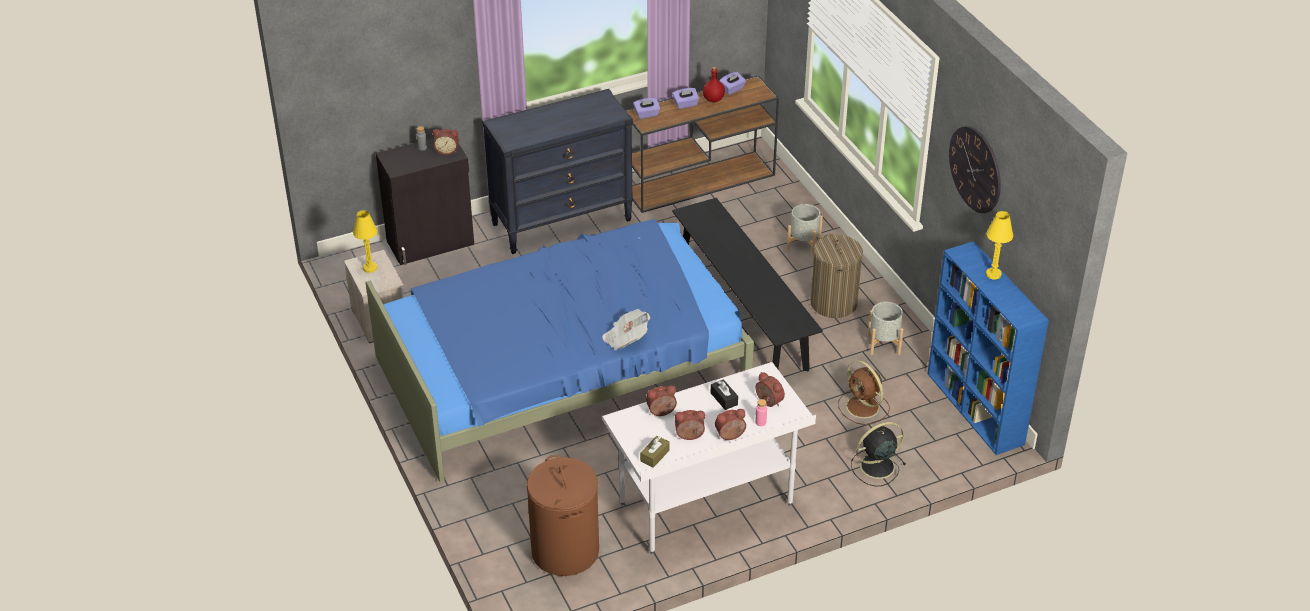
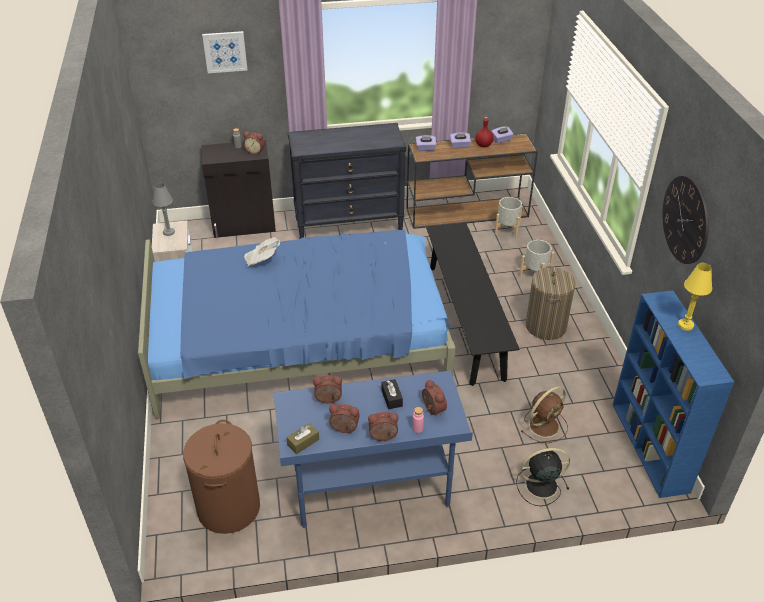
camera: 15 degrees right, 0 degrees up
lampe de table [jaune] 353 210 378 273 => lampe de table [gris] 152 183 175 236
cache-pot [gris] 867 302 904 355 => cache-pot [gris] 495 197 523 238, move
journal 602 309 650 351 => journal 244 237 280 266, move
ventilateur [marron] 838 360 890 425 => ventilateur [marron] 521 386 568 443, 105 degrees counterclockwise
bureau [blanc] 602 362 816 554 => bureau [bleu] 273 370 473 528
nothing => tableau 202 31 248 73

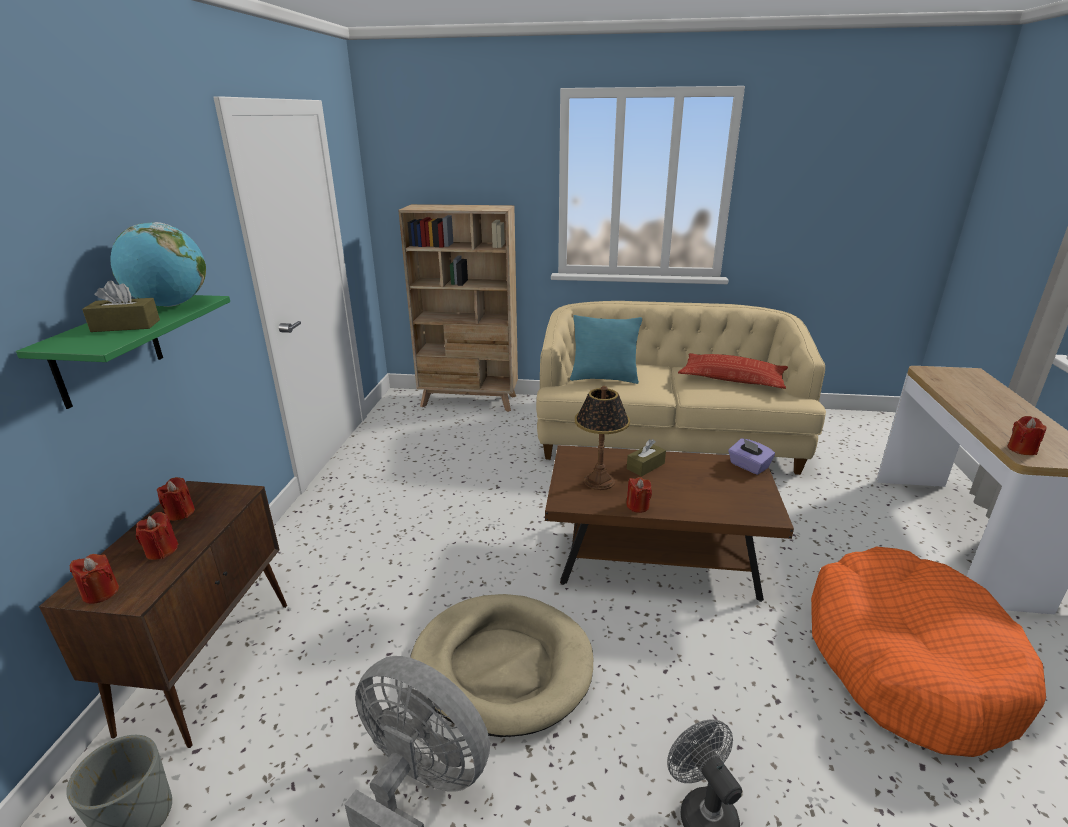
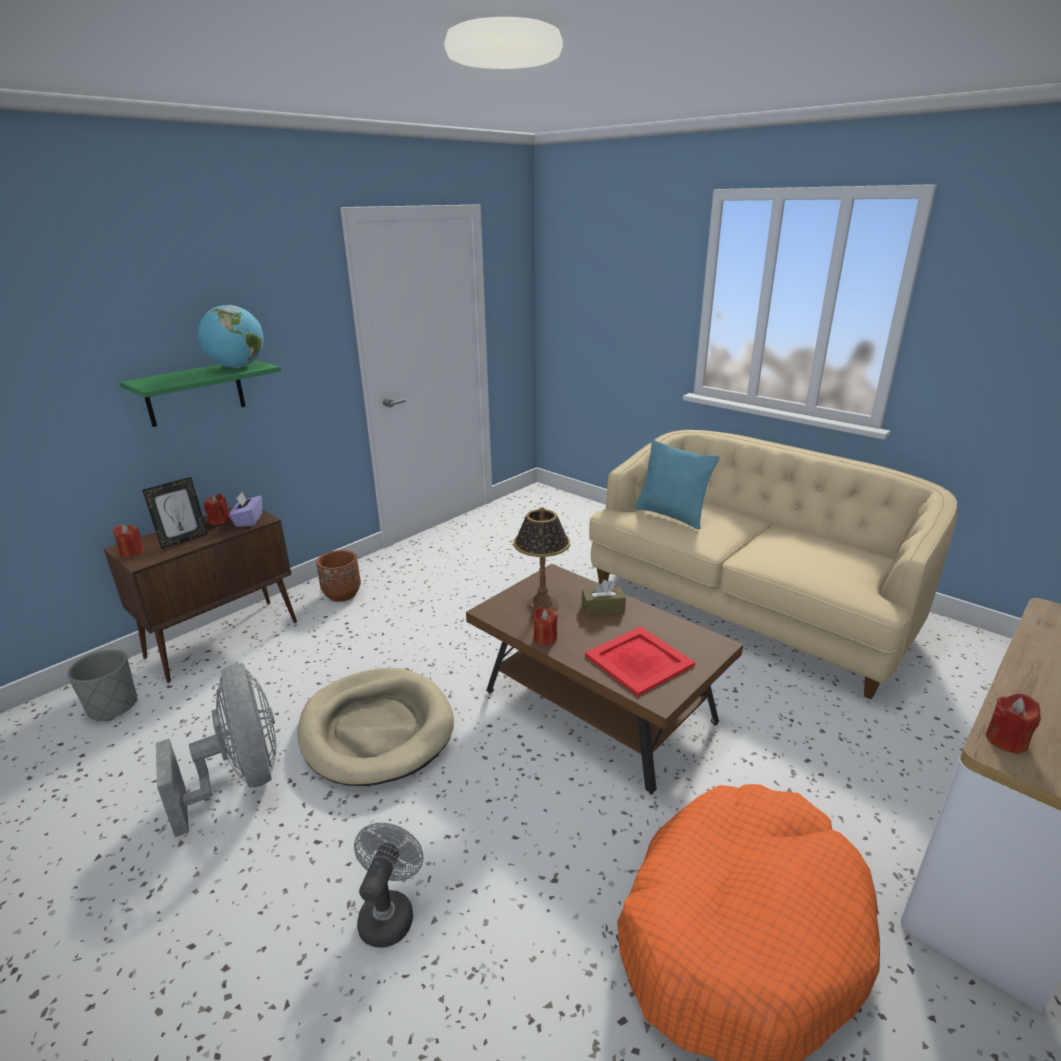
camera: 35 degrees right, 0 degrees up
bibliothèque [beige] 398 204 518 412 => nothing
boîte à mouchoirs [marron] 82 280 160 332 => nothing
coussin 678 353 788 389 => nothing
boîte à mouchoirs [violet] 728 439 775 475 => boîte à mouchoirs [violet] 229 492 262 527, move
bougie [rouge] 136 512 178 560 => cadre photo 142 477 208 549
nothing => cache-pot [marron] 316 550 361 602
nothing => plateau [rouge] 585 627 695 696

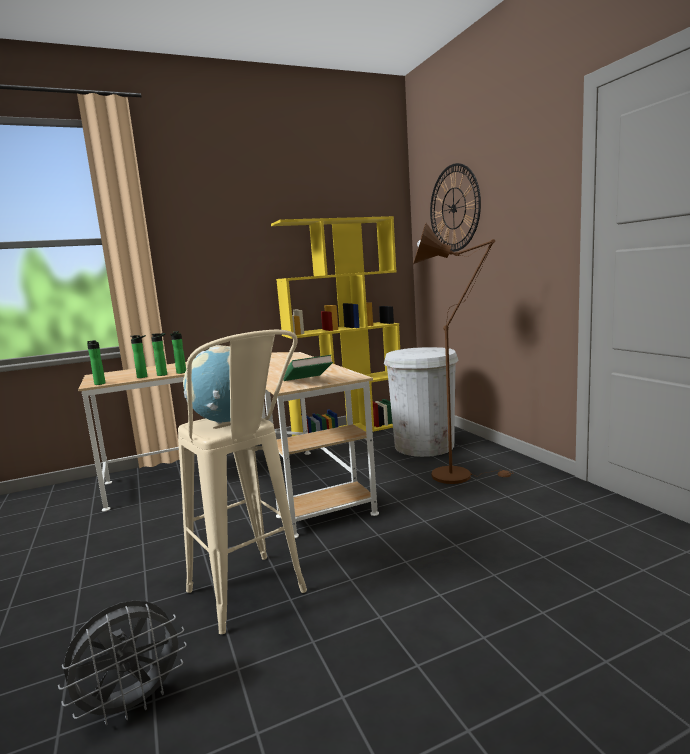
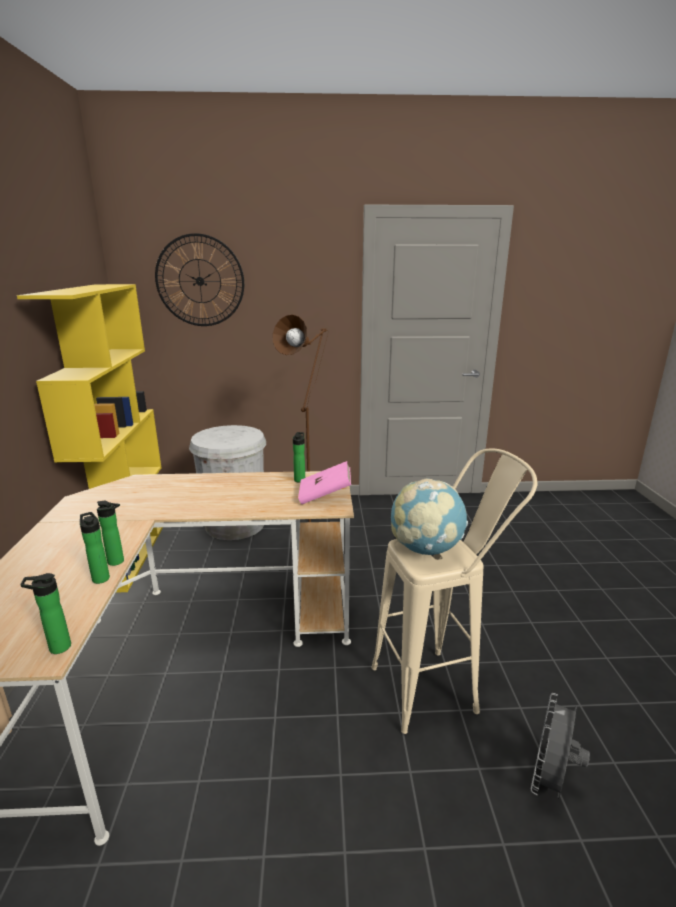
camera: 70 degrees left, 10 degrees up
bouteille 130 335 147 378 => bouteille 293 432 305 483, move
livre [vert] 283 355 333 381 => livre [rose] 298 461 351 504
ventilateur [gris] 58 600 187 726 => ventilateur [gris] 531 693 590 799, 135 degrees counterclockwise

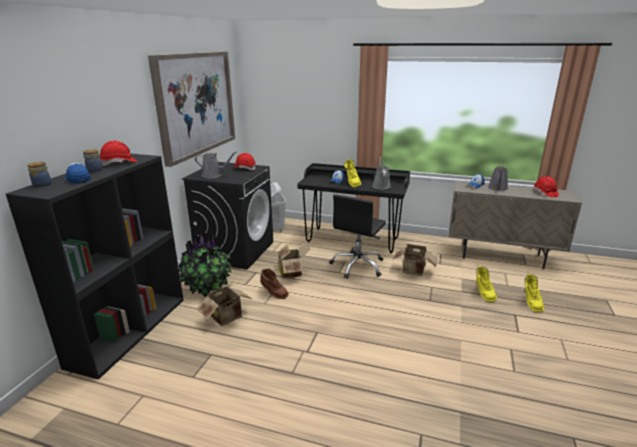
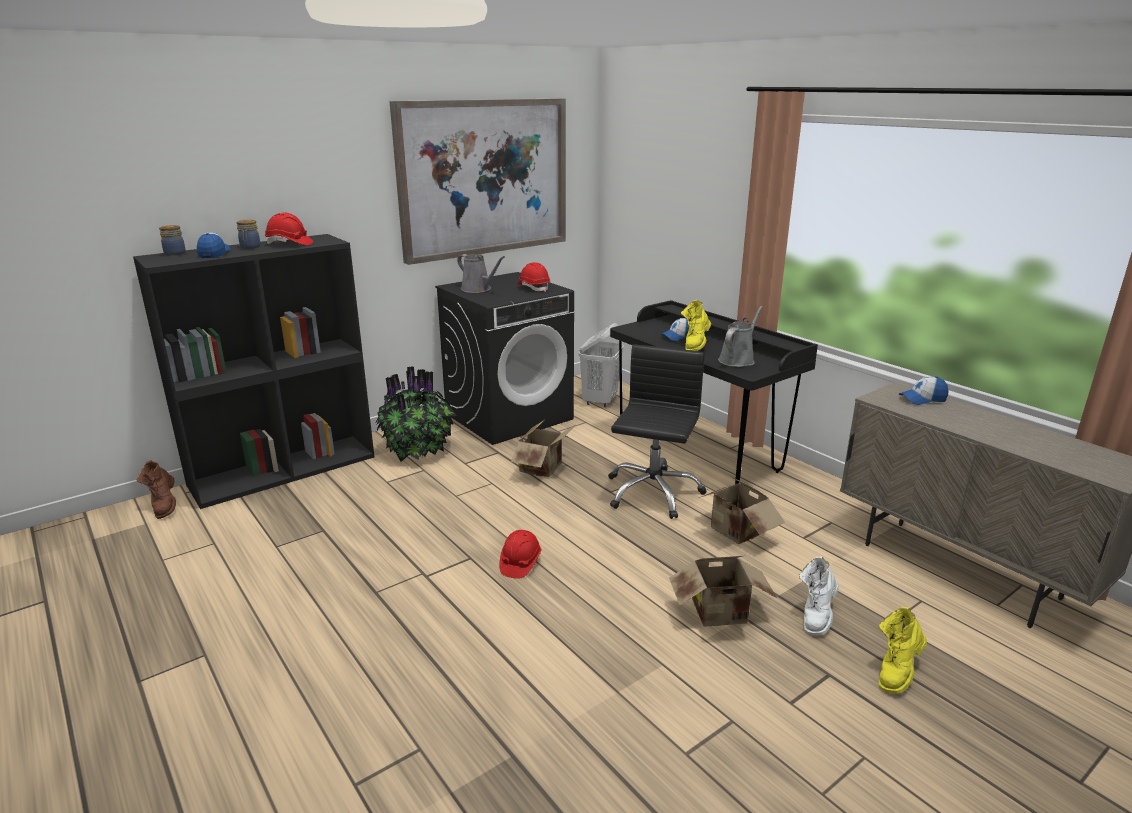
camera: 35 degrees right, 0 degrees up
arrosoir [gris] 488 166 508 191 => nothing
casque de chantier [rouge] 534 176 559 197 => casque de chantier [rouge] 499 530 541 579, move
chaise de bureau [noir] 329 194 386 279 => chaise de bureau [noir] 608 345 707 519, 135 degrees clockwise
botte [jaune] 476 266 497 302 => botte [blanc] 799 556 839 635
botte [marron] 260 268 289 299 => botte [marron] 137 460 176 519, move
carton 197 284 252 326 => carton 669 556 777 627, move

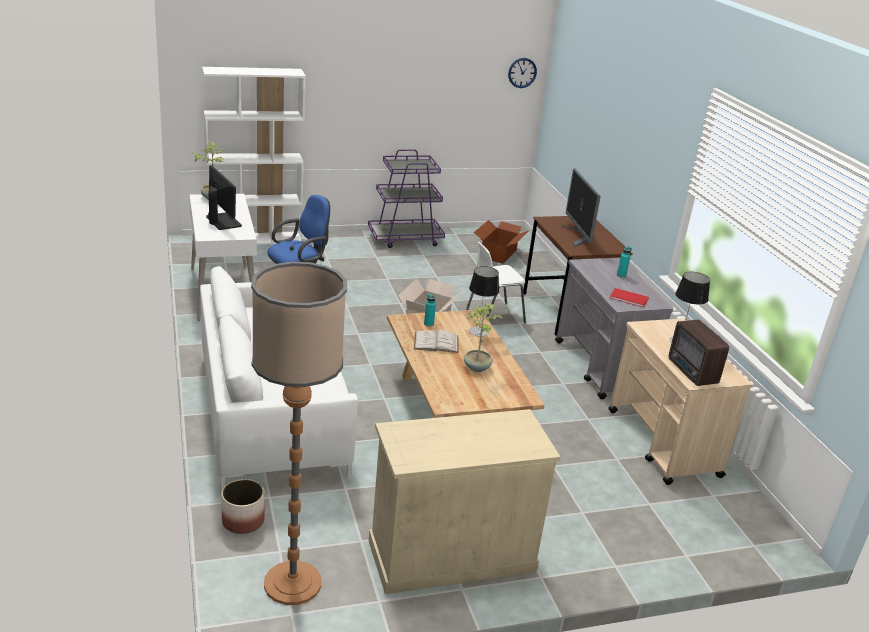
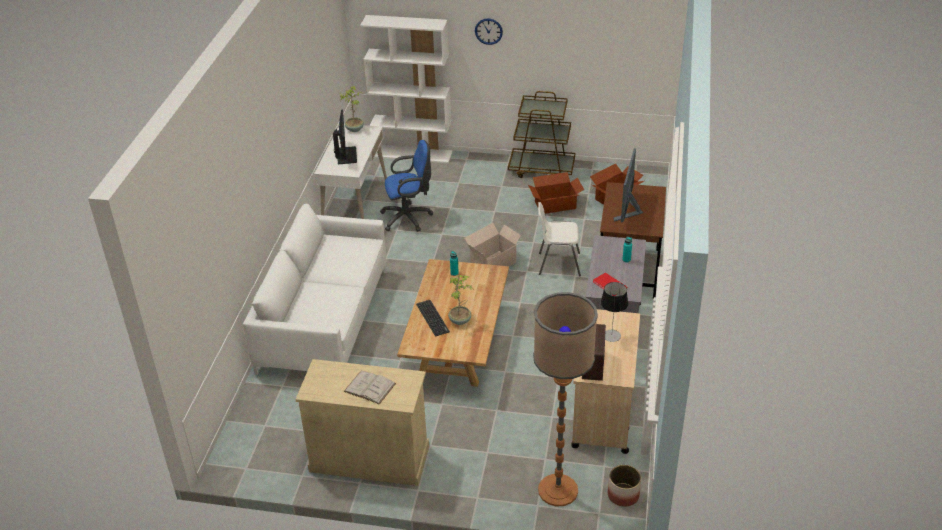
camera: 30 degrees right, 10 degrees up
horloge murale 508 58 537 88 => horloge murale 475 18 503 45, move
chariot [violet] 368 149 445 248 => chariot [marron] 508 91 575 178
lampadaire 251 262 347 605 => lampadaire 533 292 598 506, move
lampe de table 469 266 499 336 => nothing
livre [blanc] 414 330 459 353 => livre [blanc] 344 371 396 405, move
cache-pot 221 479 265 534 => cache-pot 608 465 641 507, move
nothing => carton 528 172 584 214
nothing => clavier 416 300 450 336

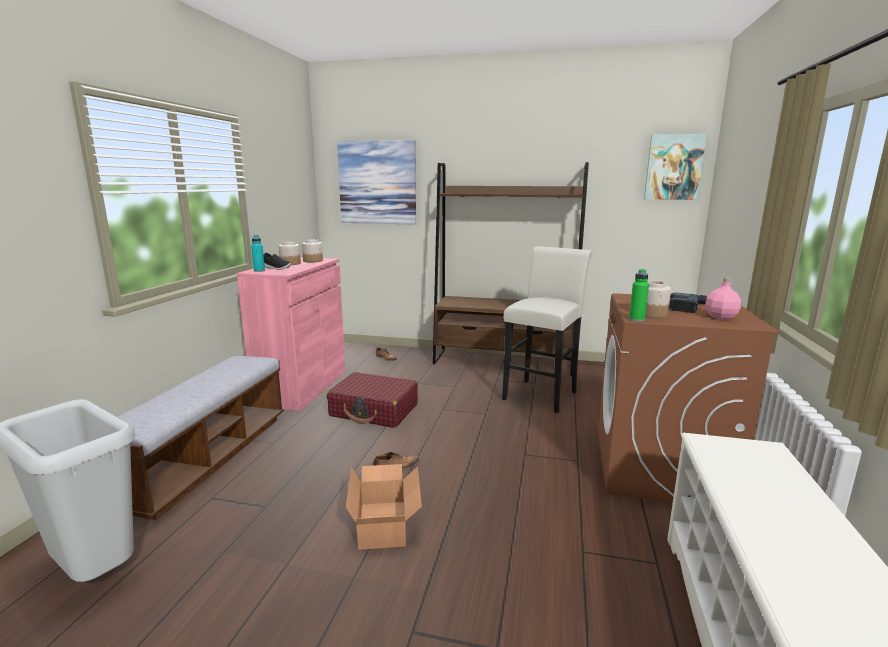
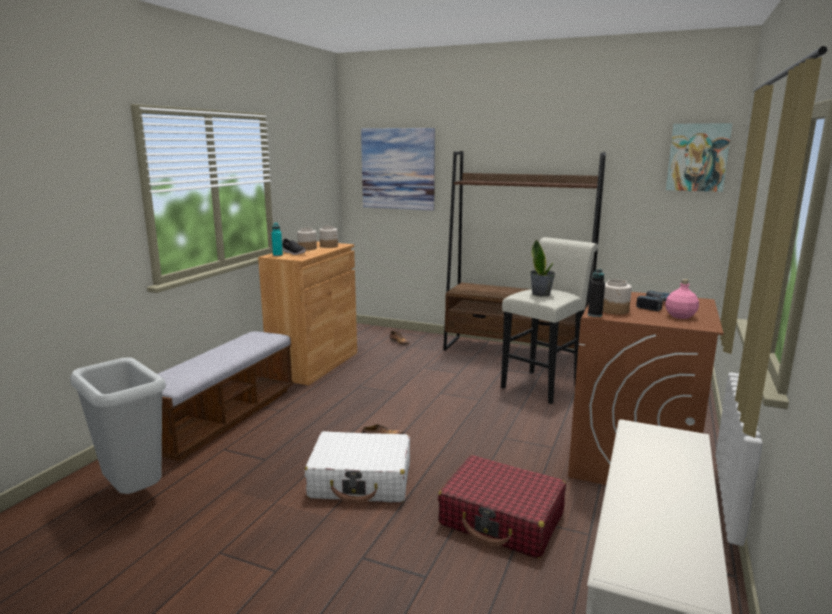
camera: 10 degrees right, 0 degrees up
meuble de rangement [rose] 237 257 345 411 => meuble de rangement [marron] 258 242 357 386
bouteille [vert] 629 269 649 322 => bouteille [noir] 588 269 605 317
valise [rouge] 327 372 418 428 => valise [rouge] 438 455 566 559, move
carton 346 464 422 550 => valise [blanc] 305 431 410 504
nothing => plante en pot 530 240 555 297

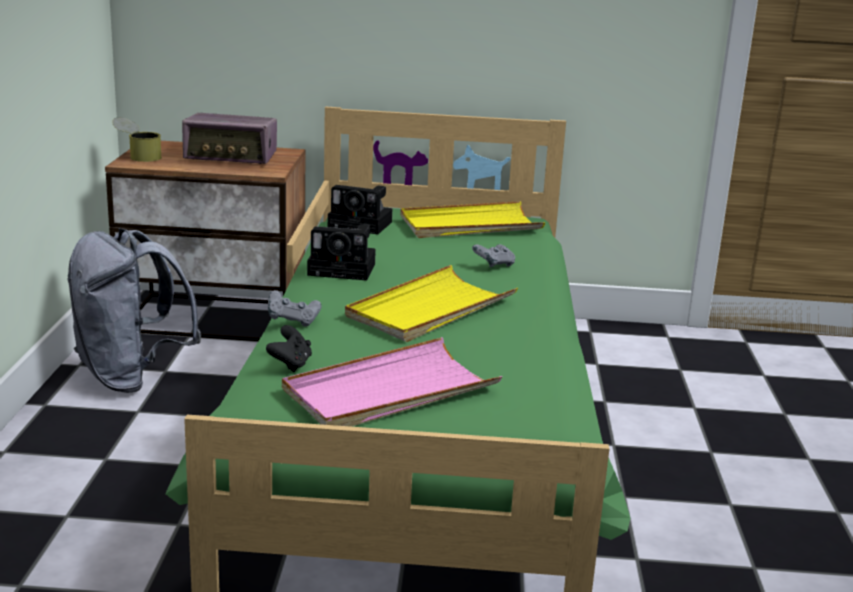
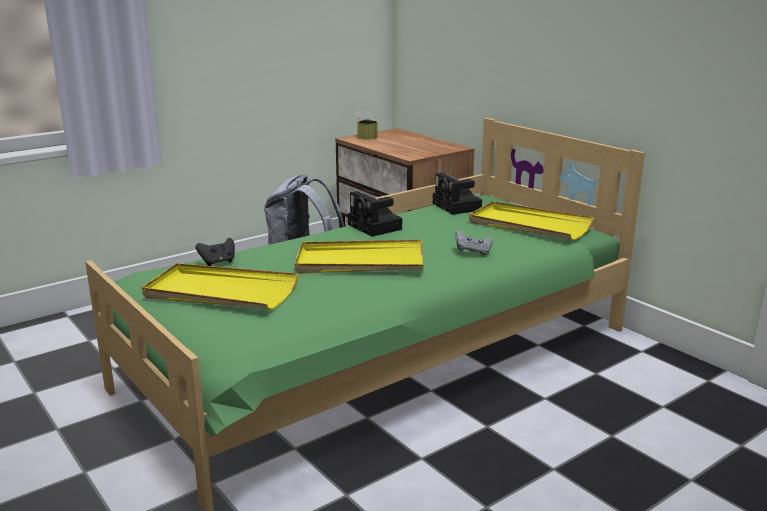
camera: 50 degrees right, 0 degrees up
radio 182 113 277 164 => nothing
manette [gris] 268 290 322 327 => nothing
plateau [rose] 282 337 502 427 => plateau [jaune] 142 263 299 309

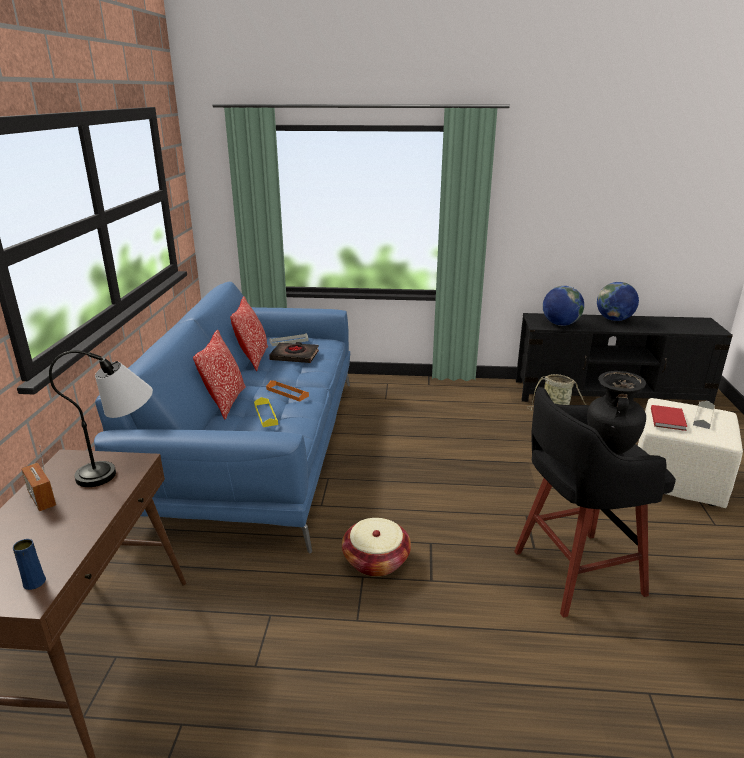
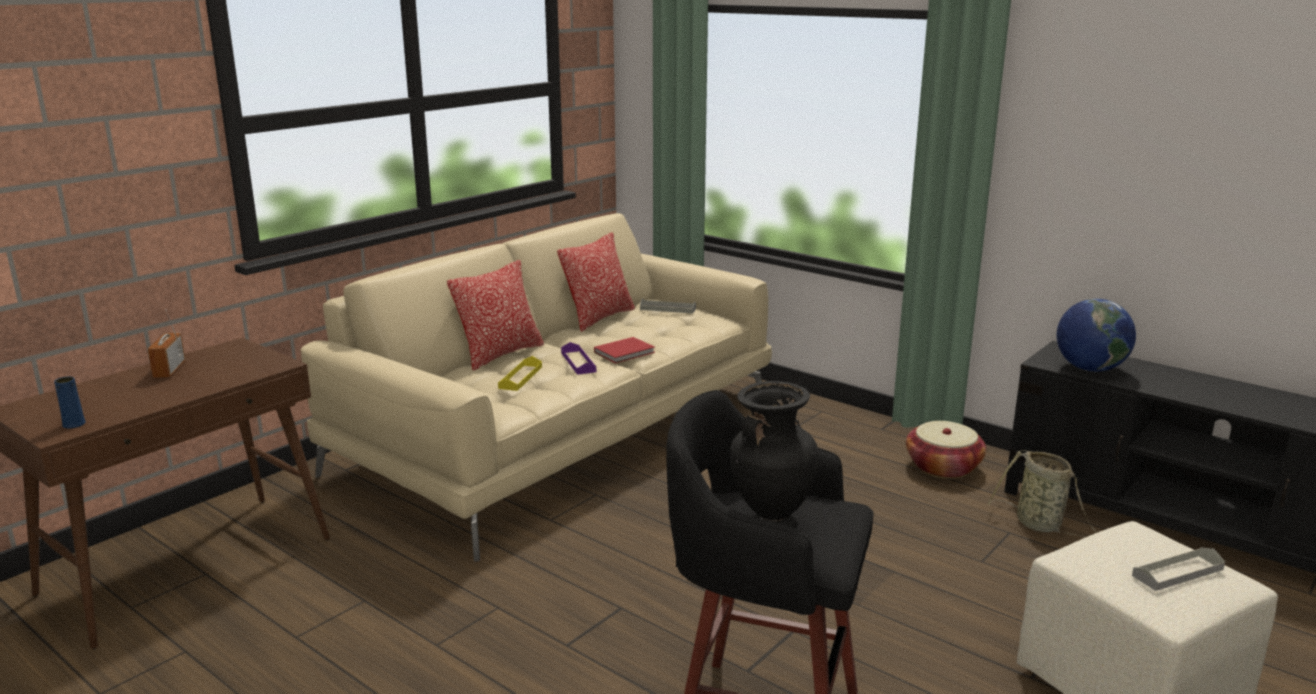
camera: 35 degrees right, 5 degrees down
canapé [bleu] 94 282 350 554 => canapé [beige] 300 213 772 562
globe 597 282 639 321 => nothing
livre [noir] 269 342 319 363 => nothing
lampe de table 49 350 153 487 => nothing
plateau [orange] 266 380 309 402 => plateau [violet] 561 342 596 375
livre [rouge] 651 405 687 431 => livre [rouge] 594 337 655 363, move
panier 342 518 411 577 => panier 906 421 986 478, move

